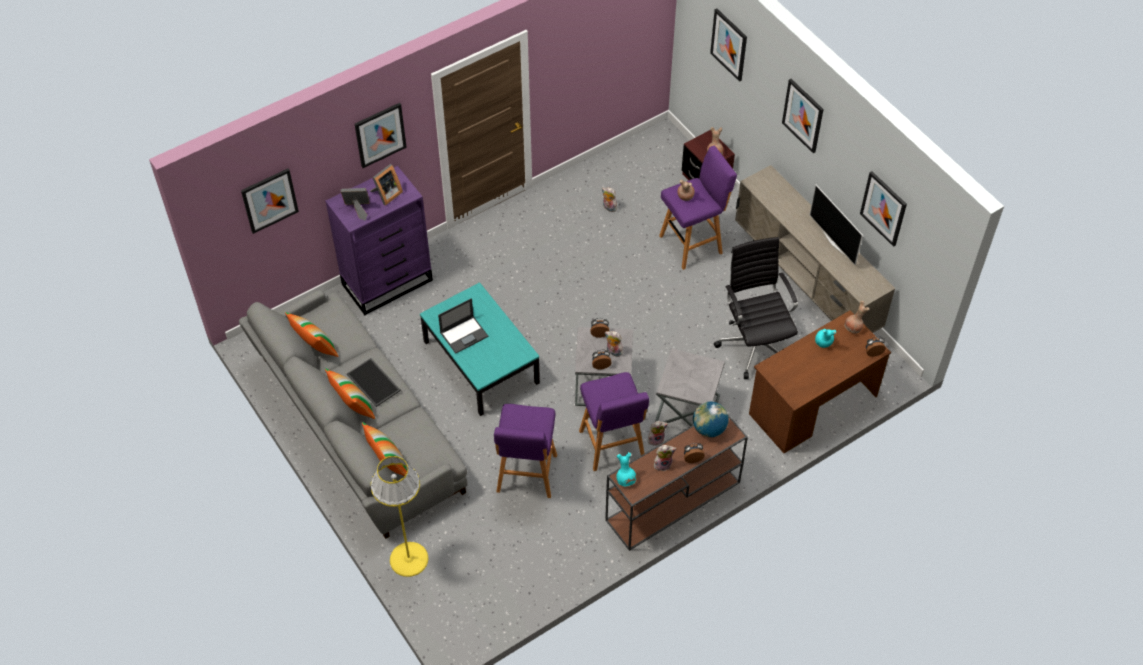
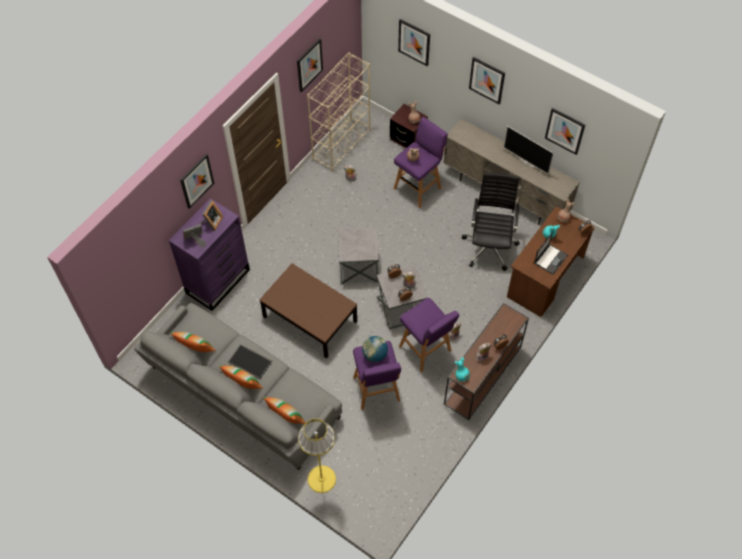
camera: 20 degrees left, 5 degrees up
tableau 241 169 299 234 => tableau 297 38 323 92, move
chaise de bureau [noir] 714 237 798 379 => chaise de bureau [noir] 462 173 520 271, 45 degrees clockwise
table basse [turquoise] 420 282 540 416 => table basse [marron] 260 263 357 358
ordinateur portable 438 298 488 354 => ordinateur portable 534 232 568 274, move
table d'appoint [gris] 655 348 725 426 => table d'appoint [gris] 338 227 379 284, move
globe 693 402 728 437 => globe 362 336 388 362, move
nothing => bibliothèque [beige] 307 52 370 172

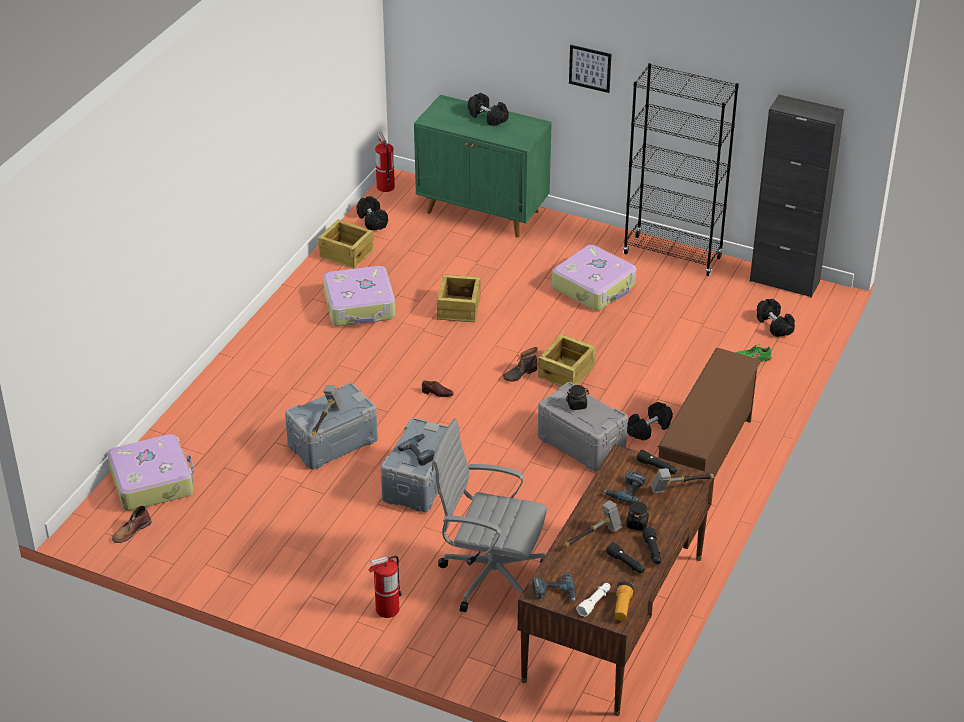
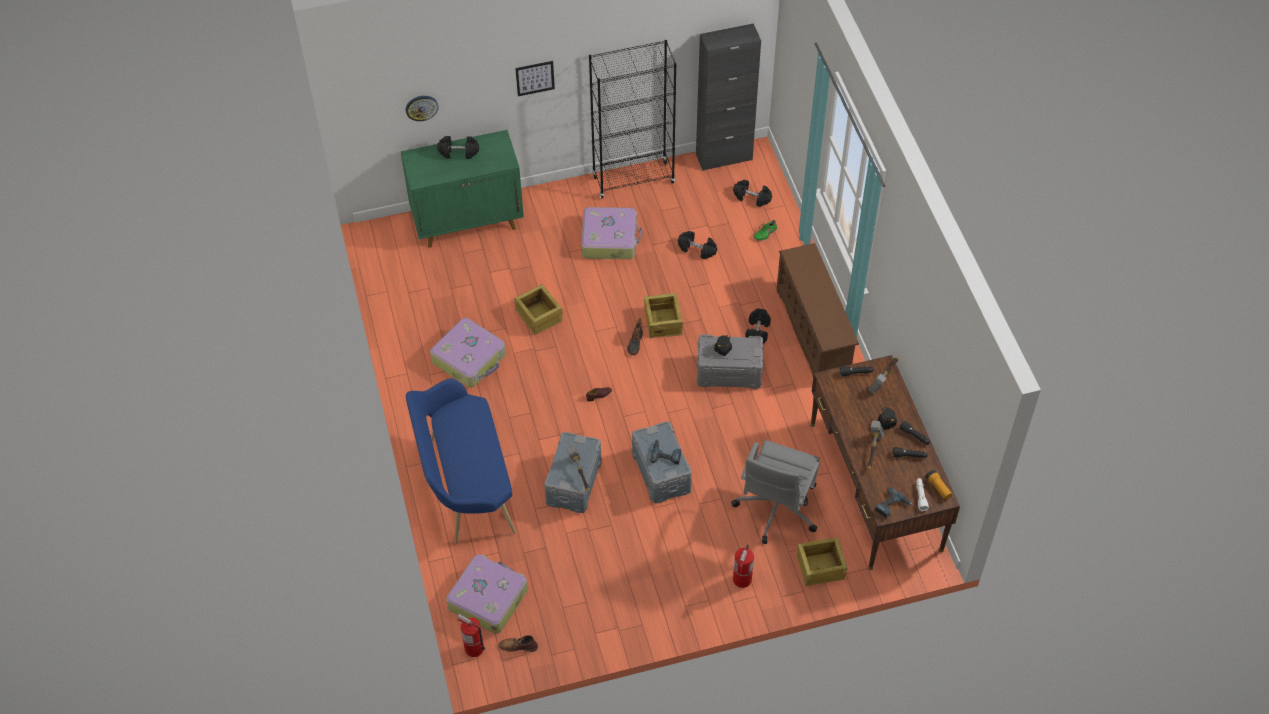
camera: 40 degrees left, 15 degrees up
extincteur 375 132 395 192 => extincteur 457 613 485 657, move
haltère [noir] 357 196 388 230 => haltère [noir] 678 231 717 259, move
caisse 318 219 375 269 => caisse 797 537 847 586, move
chaise de bureau [gris] 432 419 547 612 => chaise de bureau [gris] 731 440 820 544, 45 degrees counterclockwise
perceuse 603 471 646 504 => nothing
botte [marron] 112 506 152 543 => botte [marron] 499 635 538 652, 90 degrees clockwise
nothing => horloge murale 406 96 439 121
nothing => banc [bleu] 406 378 516 544

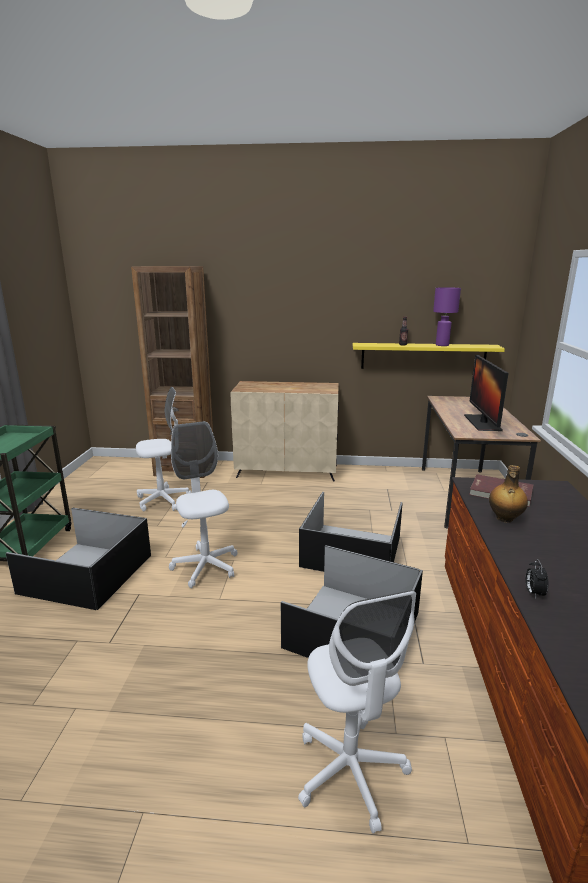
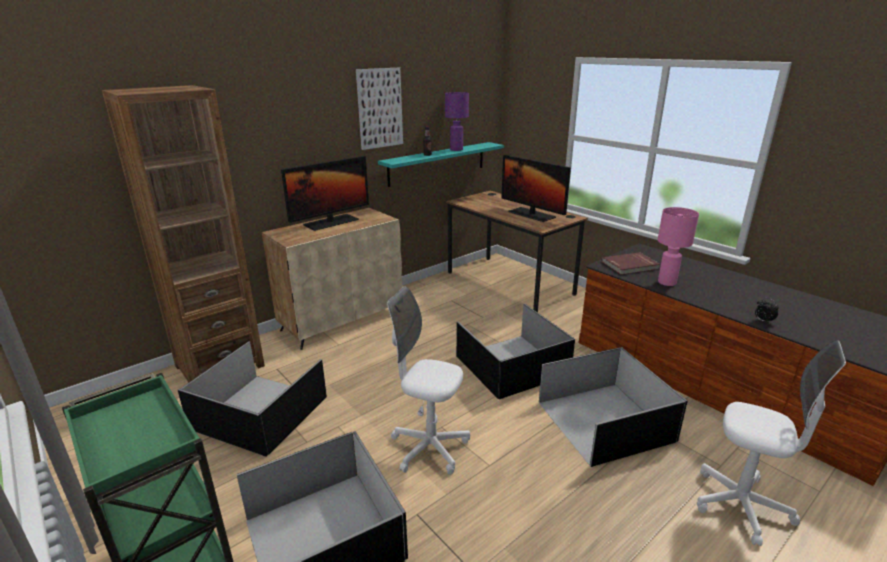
camera: 45 degrees left, 5 degrees up
étagère [jaune] 353 343 505 369 => étagère [turquoise] 378 142 504 187
chaise de bureau [blanc] 136 387 192 511 => boîte de rangement [noir] 178 341 327 457
bouteille 489 465 528 523 => lampe de table [rose] 658 207 699 286
nothing => tableau 356 68 403 150
nothing => écran d'ordinateur 281 156 369 231

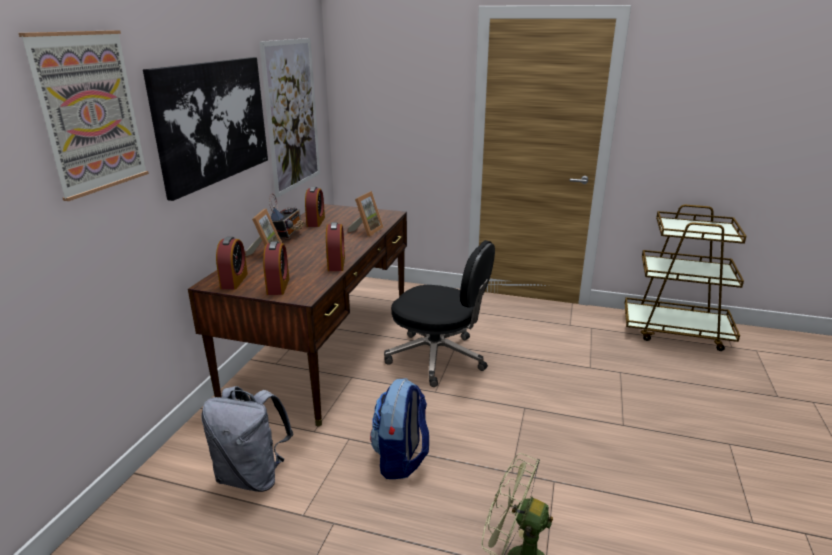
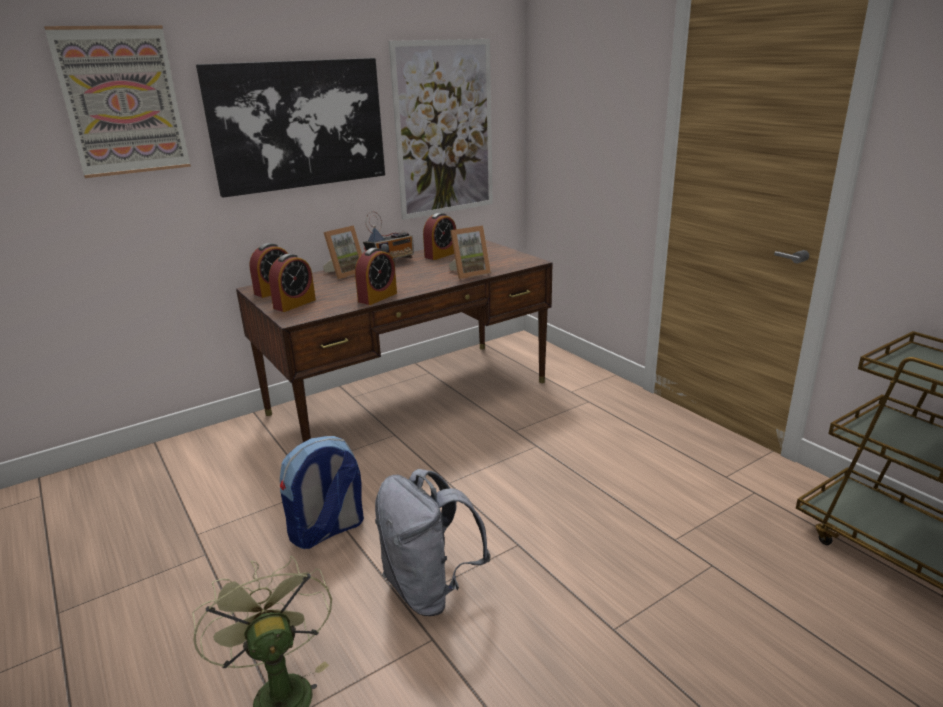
camera: 40 degrees right, 0 degrees up
chaise de bureau [noir] 384 240 495 387 => nothing
sac à dos [gris] 201 386 294 492 => sac à dos [gris] 375 469 491 616, move

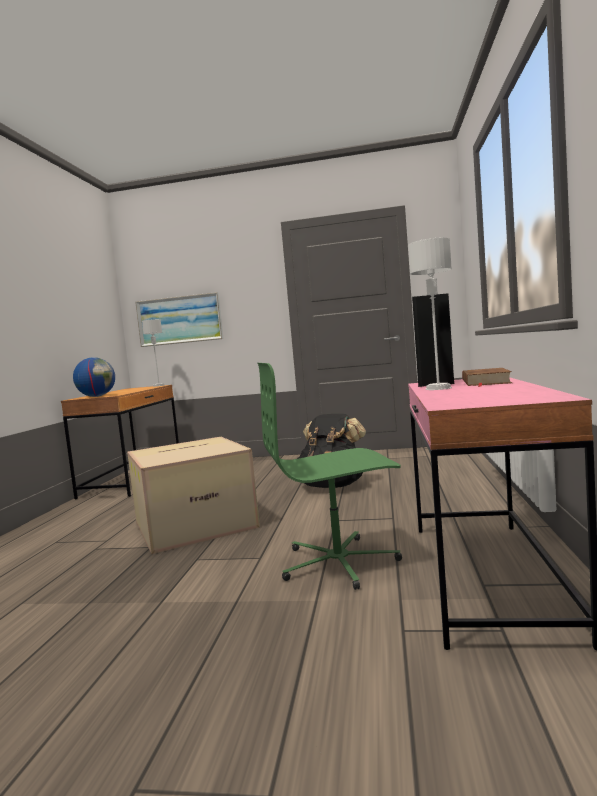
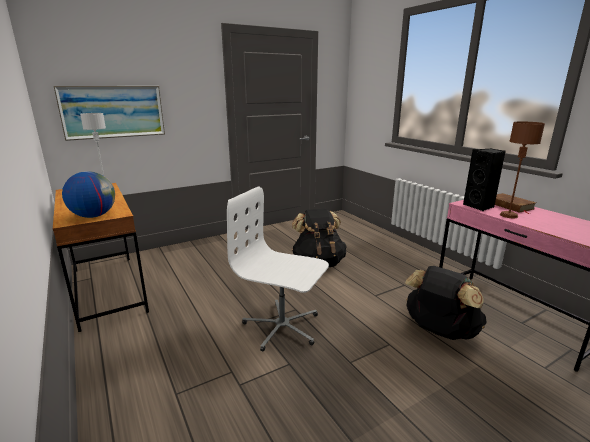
camera: 40 degrees left, 15 degrees up
lampe de table [blanc] 408 238 452 390 => lampe de table [marron] 500 121 545 218
chaise de bureau [vert] 258 363 402 590 => sac à dos [noir] 405 266 487 340
carton 127 437 260 554 => chaise de bureau [blanc] 227 186 329 351

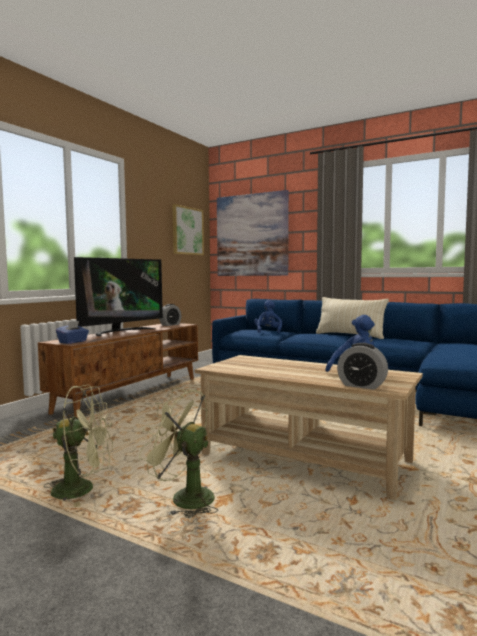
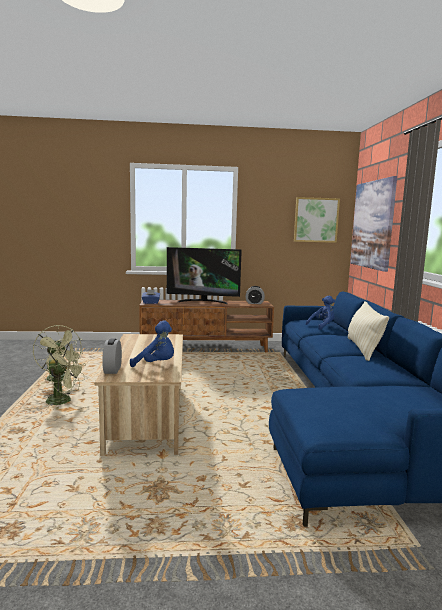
camera: 55 degrees right, 5 degrees up
ventilateur [vert] 139 387 218 518 => ventilateur [vert] 44 340 86 410, 105 degrees clockwise

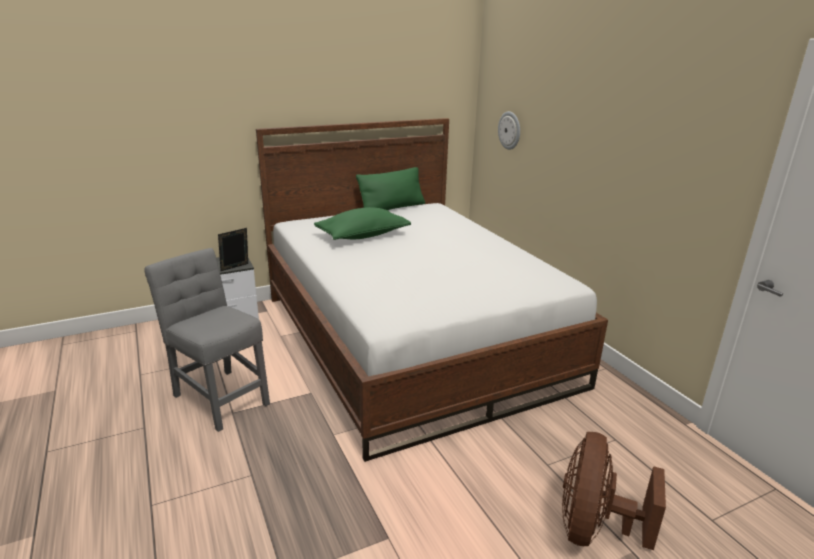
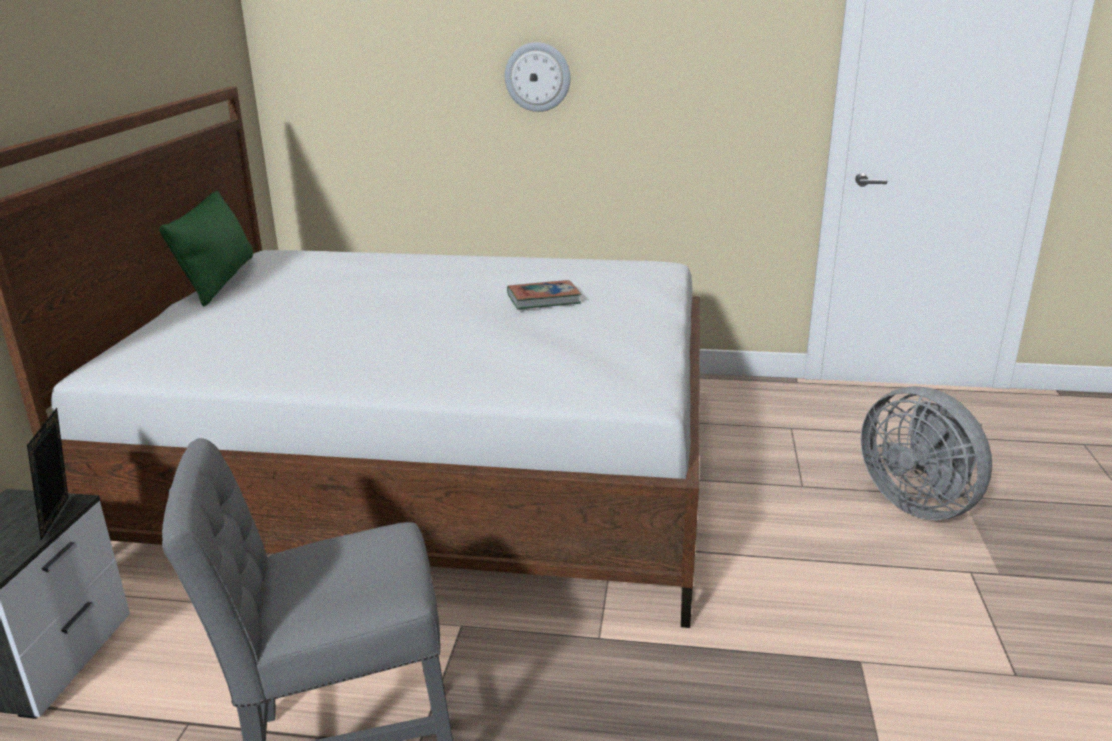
camera: 55 degrees left, 0 degrees up
horloge murale 498 111 520 150 => horloge murale 505 42 570 112, move
coussin [vert] 314 207 411 240 => nothing
ventilateur [marron] 562 432 666 550 => ventilateur [gris] 861 386 992 520
nothing => livre 507 280 581 309

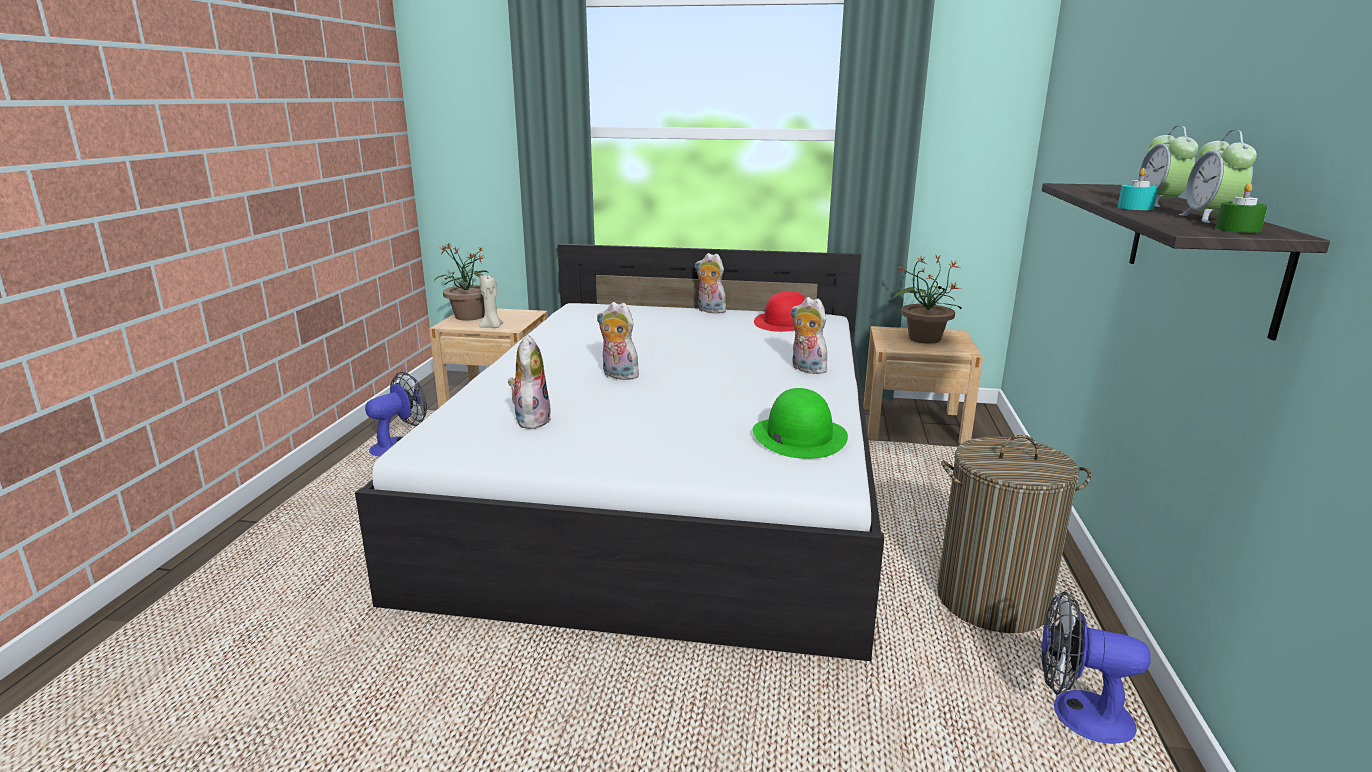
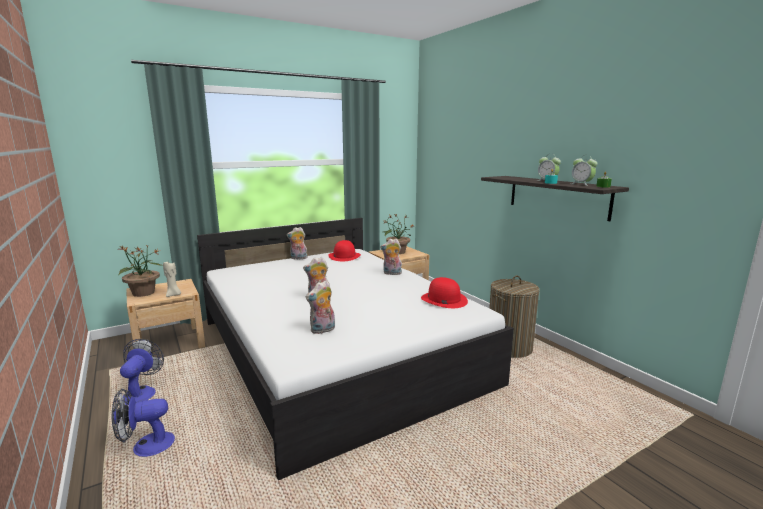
camera: 40 degrees left, 5 degrees down
peluche 508 335 551 429 => peluche 306 281 335 334, 90 degrees counterclockwise
chapeau [vert] 752 388 848 459 => chapeau [rouge] 421 277 468 308
ventilateur 1042 591 1151 744 => ventilateur 112 389 175 457, move

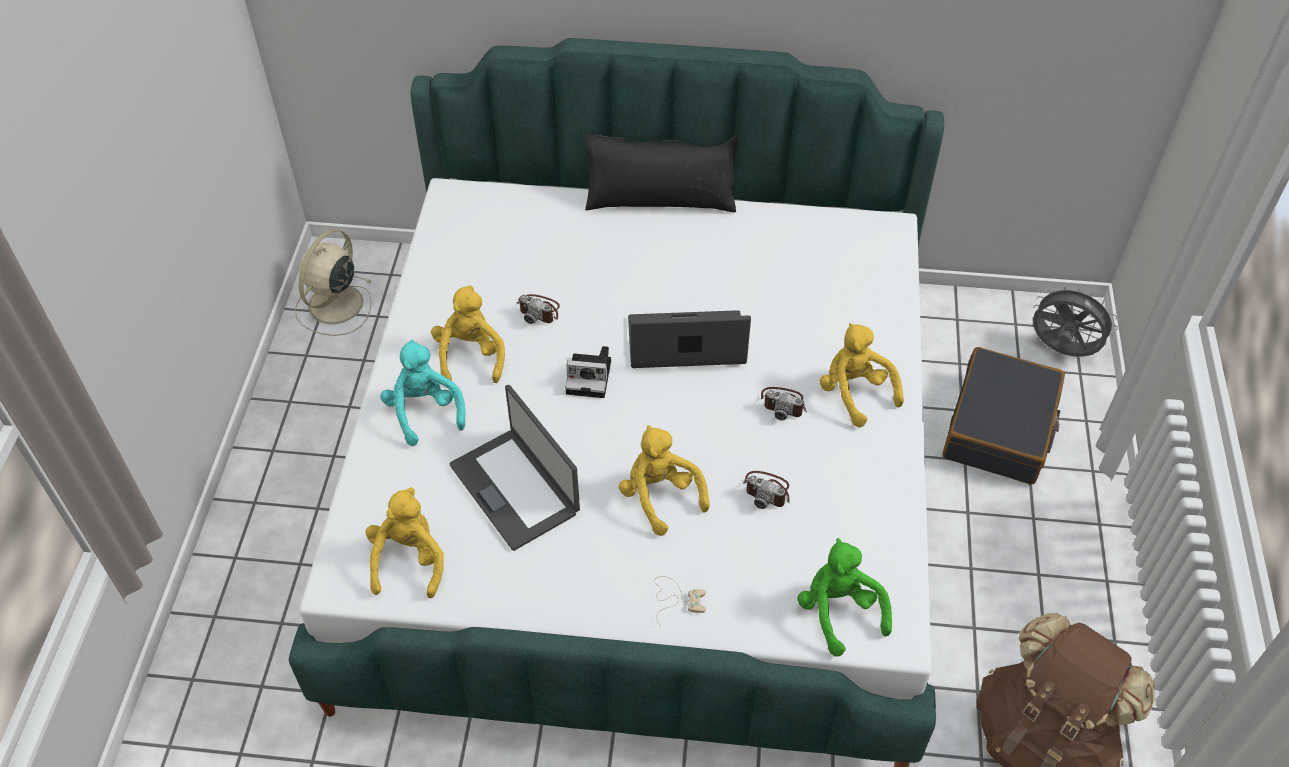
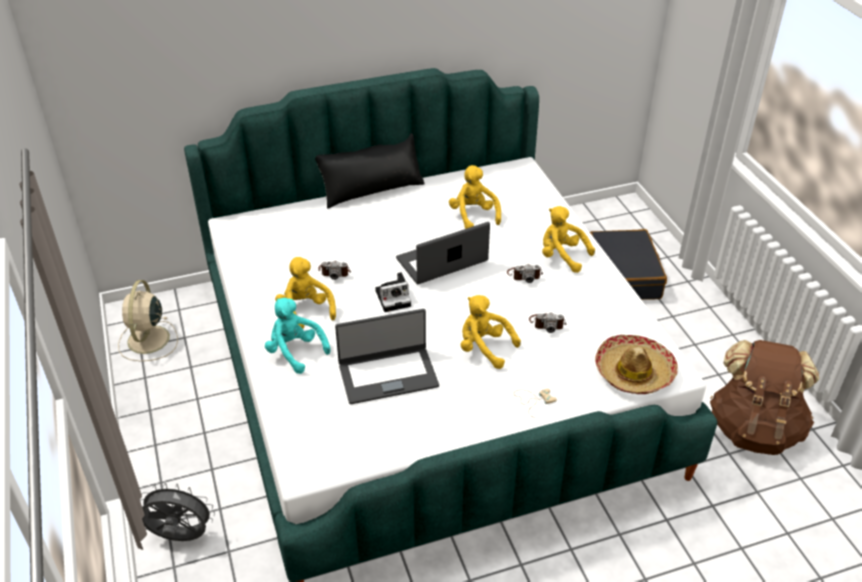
camera: 25 degrees left, 10 degrees down
ventilateur [gris] 1033 284 1118 357 => ventilateur [gris] 140 483 215 541, move
ordinateur portable 449 385 580 551 => ordinateur portable 335 309 439 404, 45 degrees counterclockwise
peluche [jaune] 366 487 444 598 => peluche [jaune] 449 165 501 229, move
peluche [vert] 797 538 892 656 => chapeau 595 335 678 394

